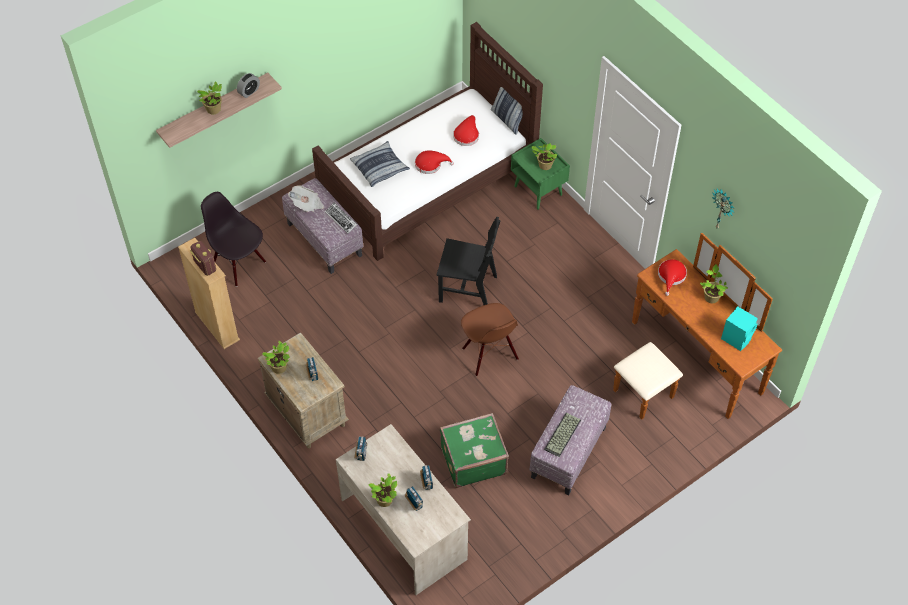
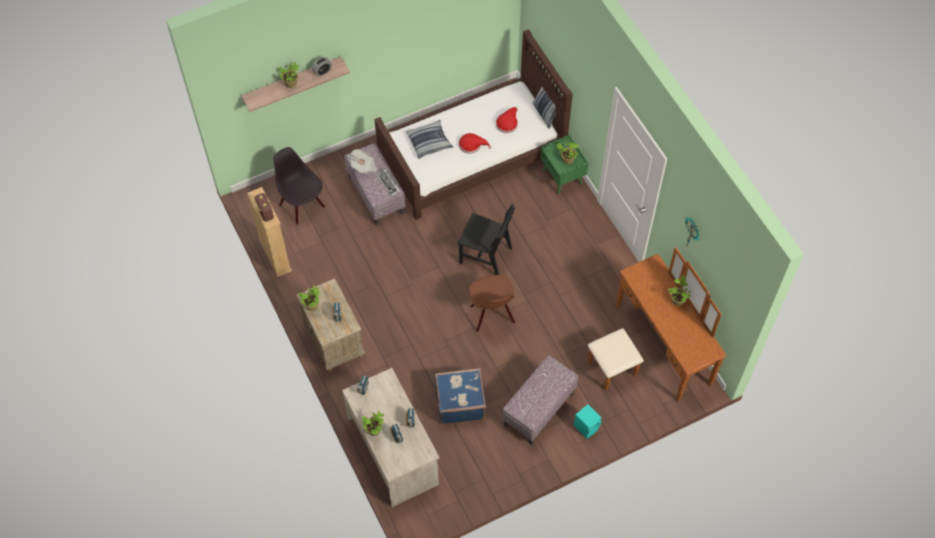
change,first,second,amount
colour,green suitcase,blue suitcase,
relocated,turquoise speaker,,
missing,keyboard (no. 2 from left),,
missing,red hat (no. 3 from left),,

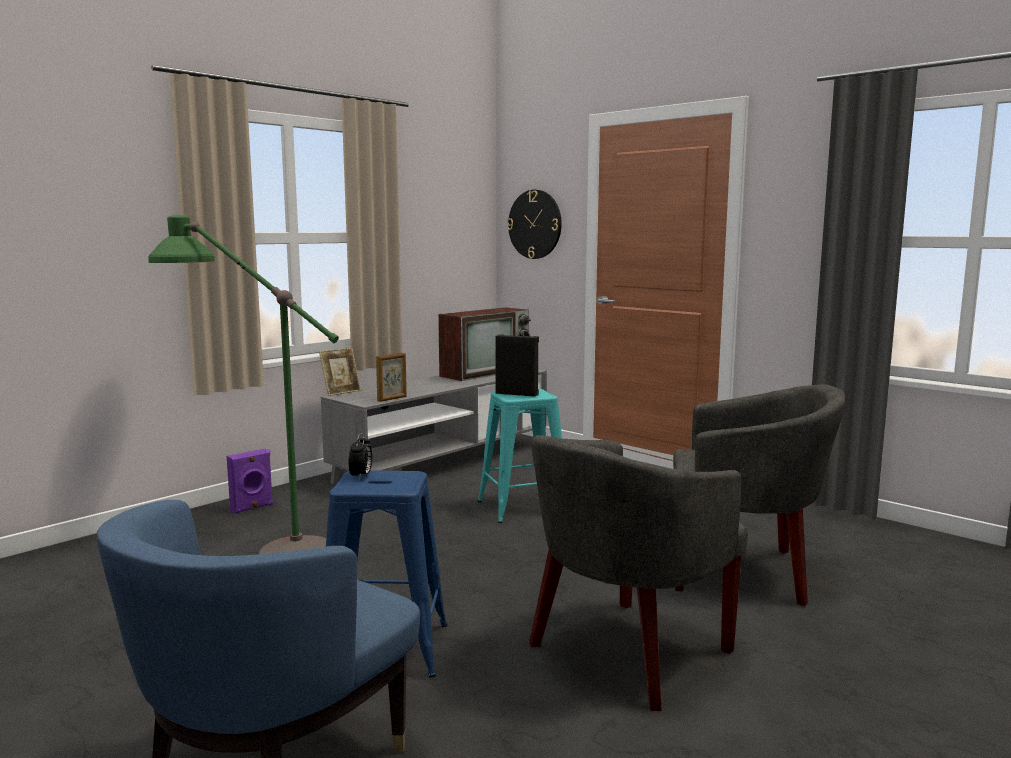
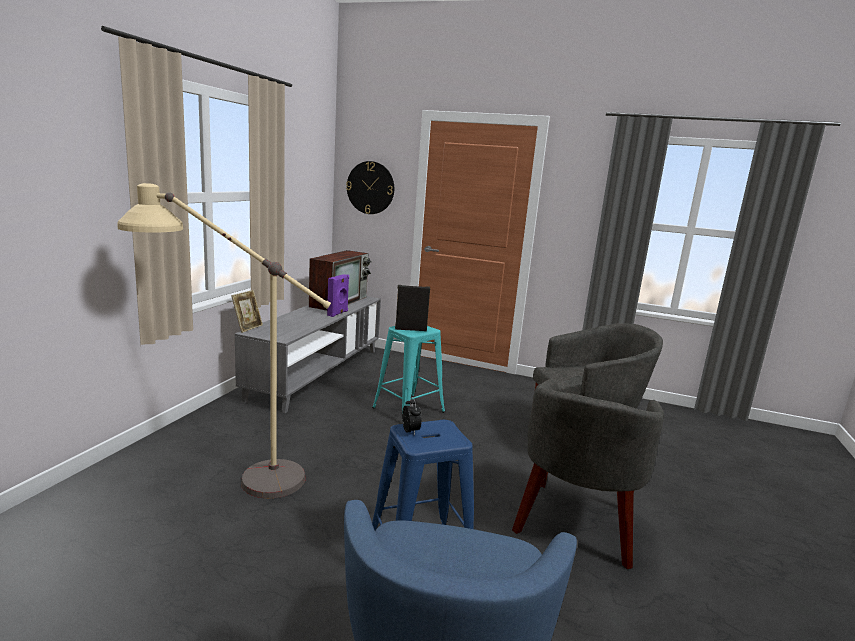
change,first,second,amount
colour,green floor lamp,beige floor lamp,
relocated,purple speaker,,
missing,picture frame (no. 2 from left),,

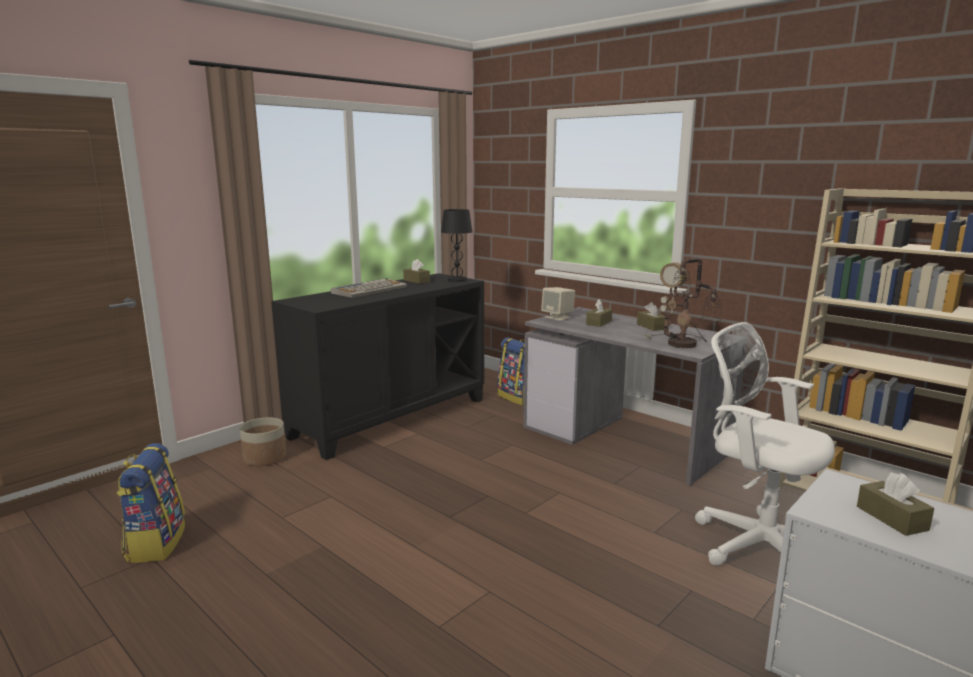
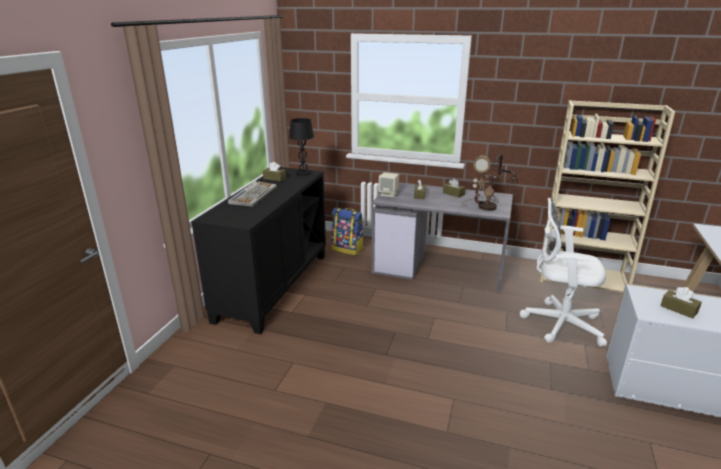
change,first,second,amount
missing,backpack (no. 1 from left),,
missing,planter,,

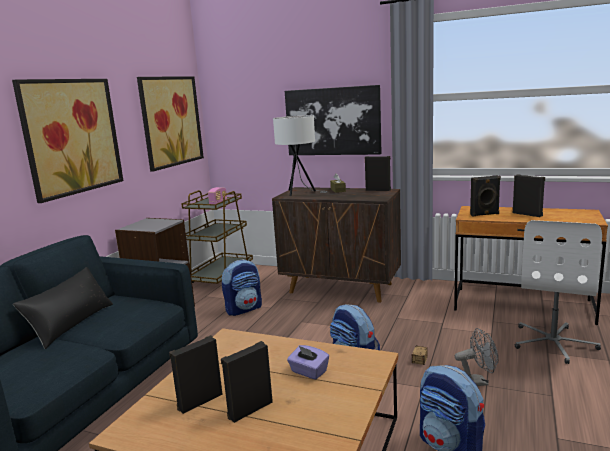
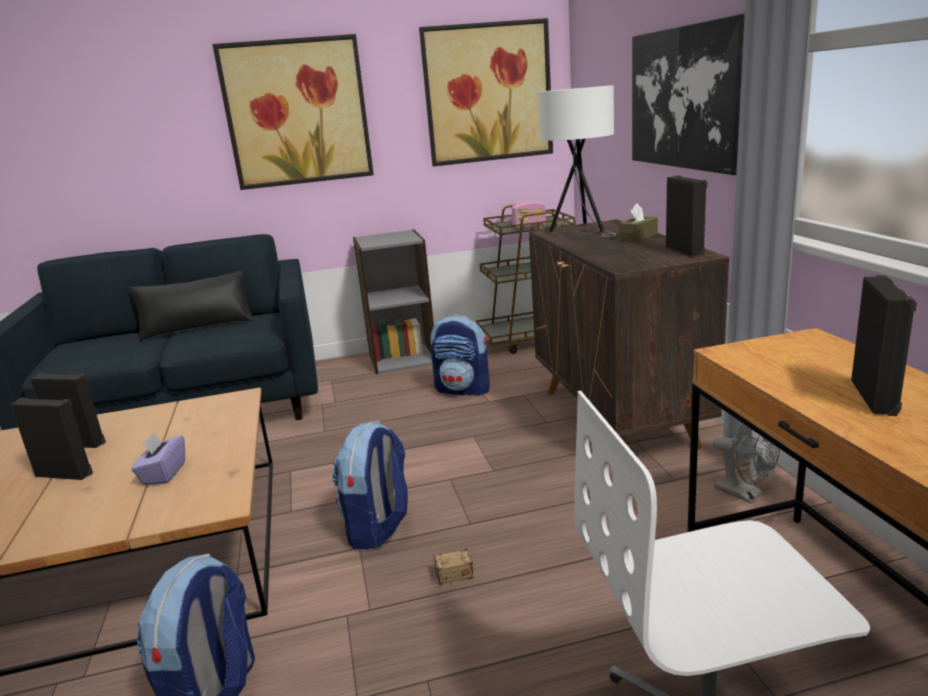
change,first,second,amount
relocated,grey fan,,
missing,black speaker (no. 4 from left),,

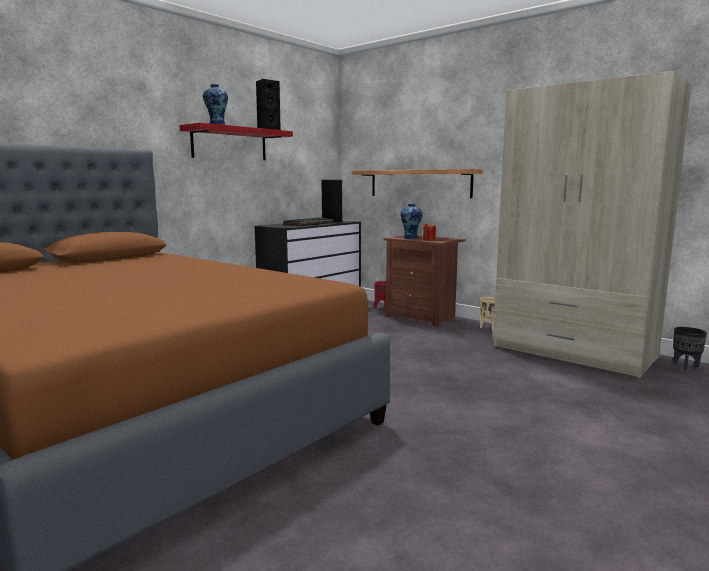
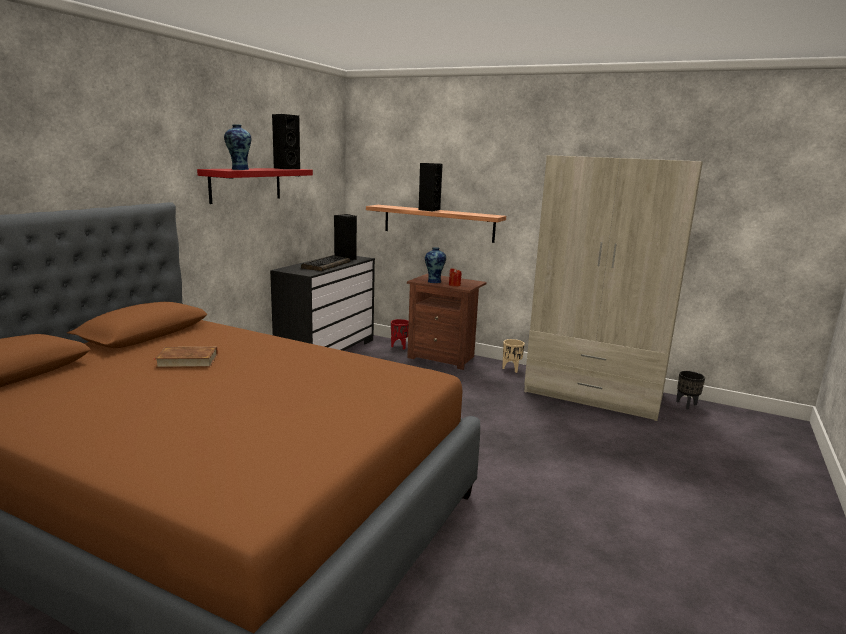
change,first,second,amount
appeared,,brown book,
appeared,,black speaker (no. 3 from left),

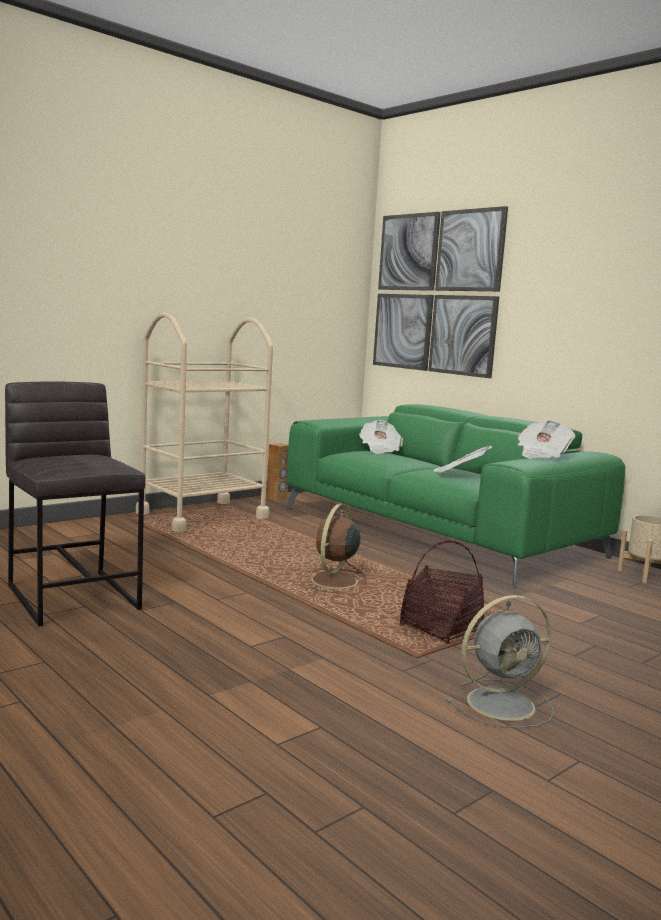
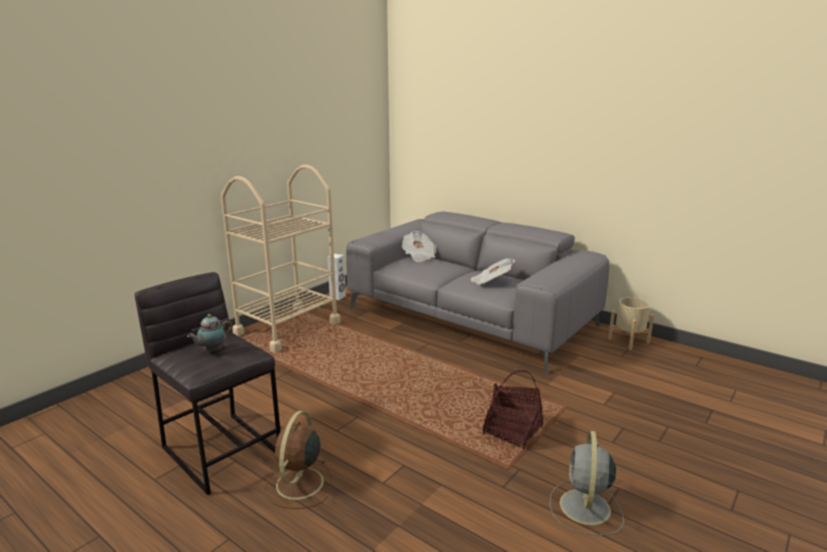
change,first,second,amount
appeared,,teapot,
relocated,brown fan,,
colour,brown speaker,white speaker,
colour,green sofa,grey sofa,
spun,grey fan,,135 degrees clockwise
missing,picture,,
missing,newspaper (no. 3 from left),,

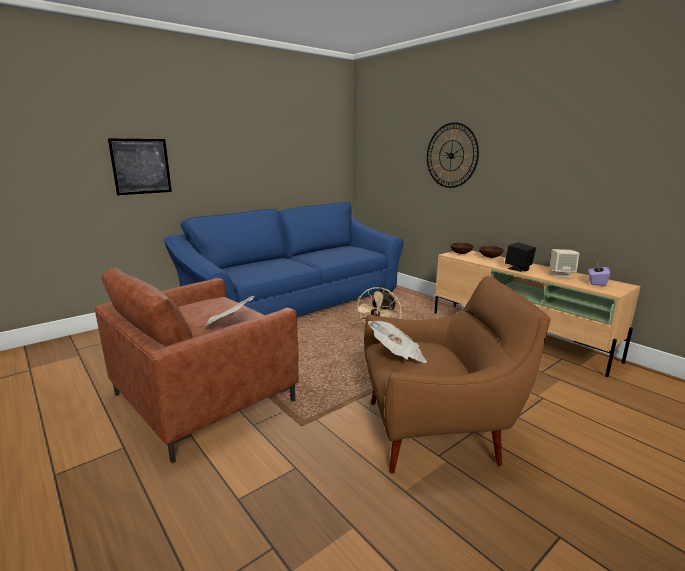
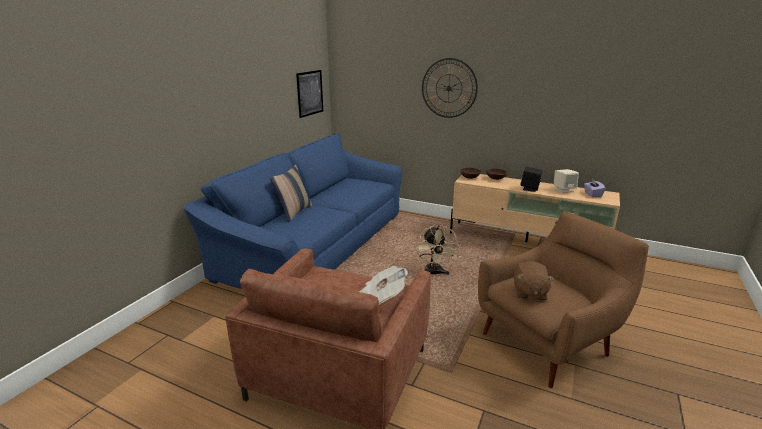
change,first,second,amount
appeared,,pillow,
relocated,picture,,
exchanged,newspaper (no. 2 from left),brown plush toy,

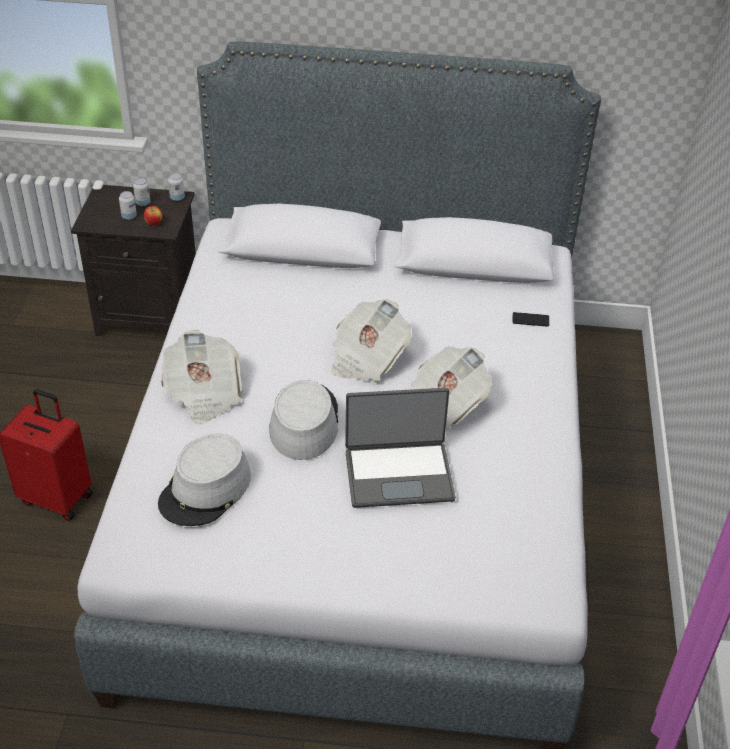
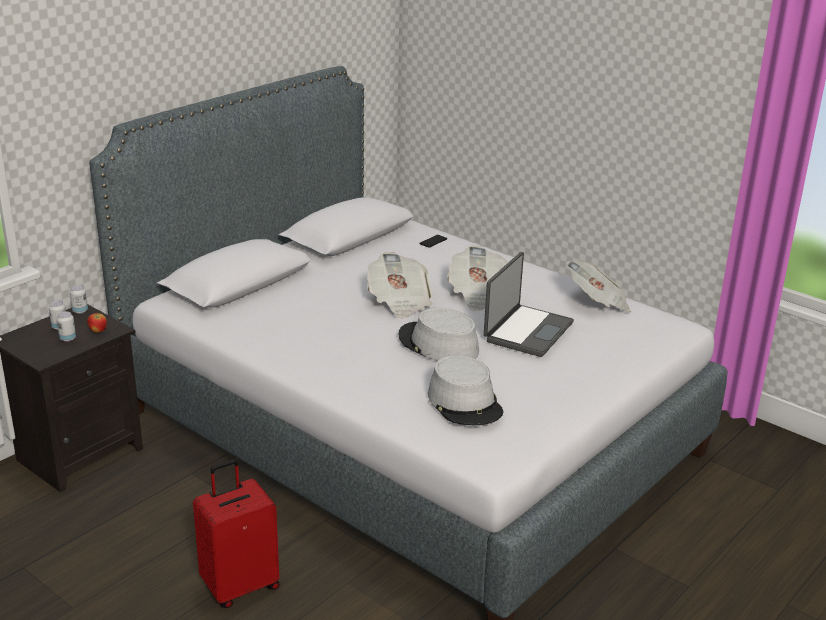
change,first,second,amount
relocated,newspaper (no. 1 from left in the first image),newspaper (no. 3 from left),

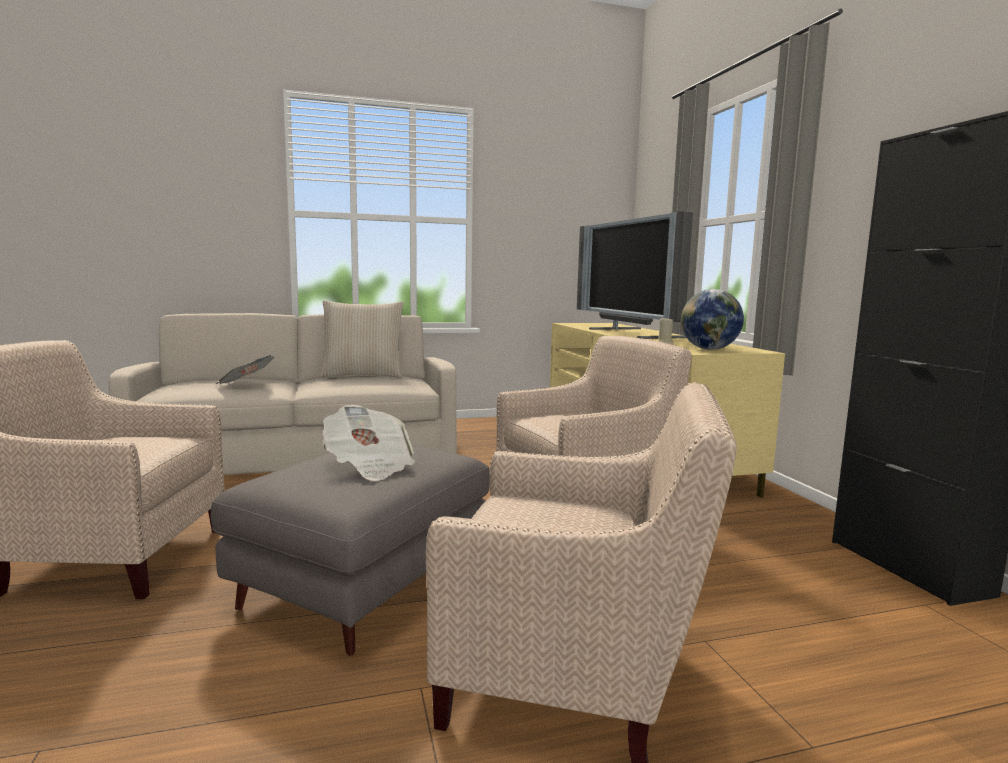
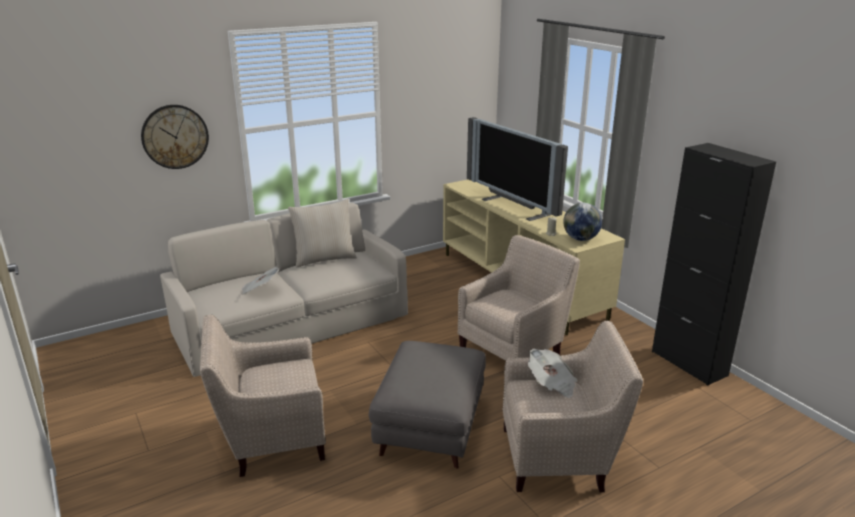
change,first,second,amount
appeared,,wall clock,
relocated,newspaper (no. 2 from left),,

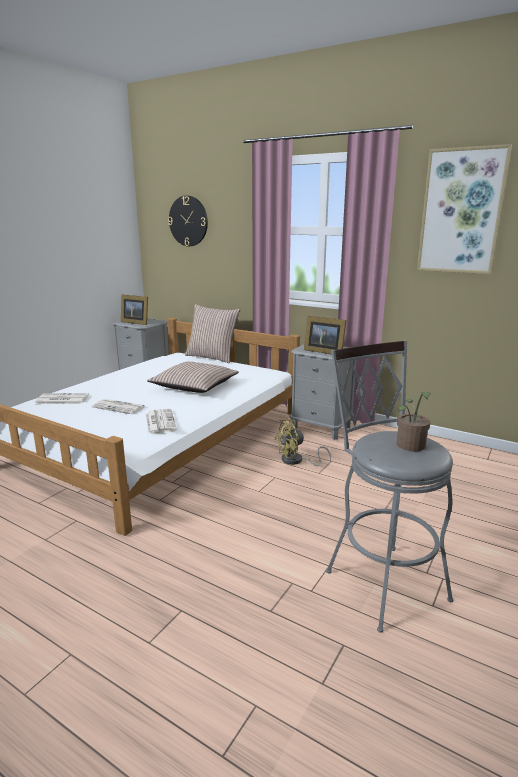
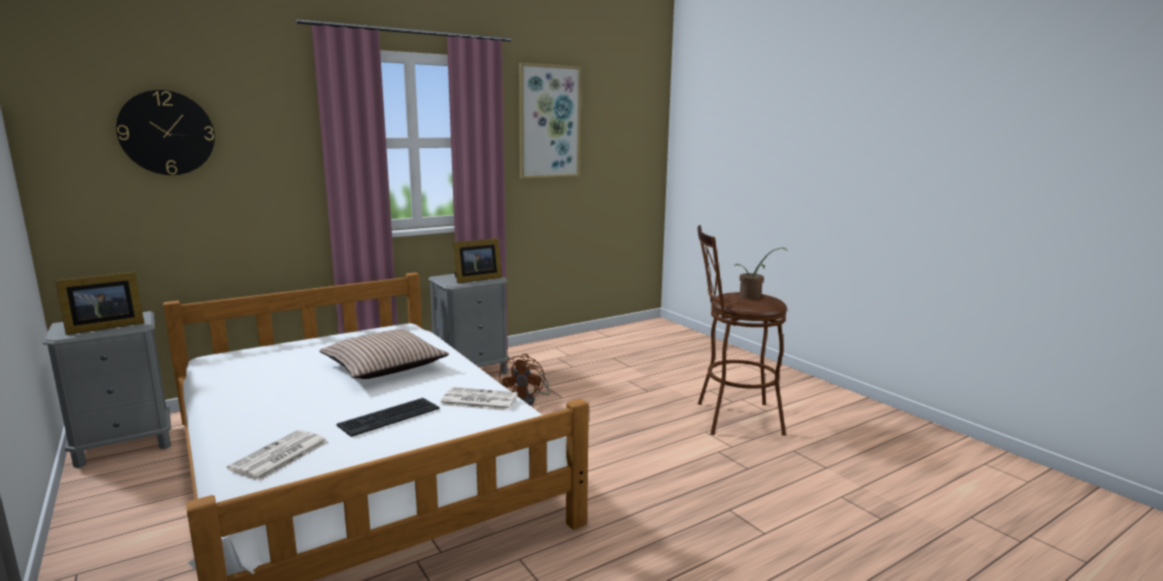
change,first,second,amount
exchanged,newspaper (no. 2 from left),keyboard,
colour,yellow fan,brown fan,
colour,grey stool,brown stool,
missing,pillow (no. 2 from left),,

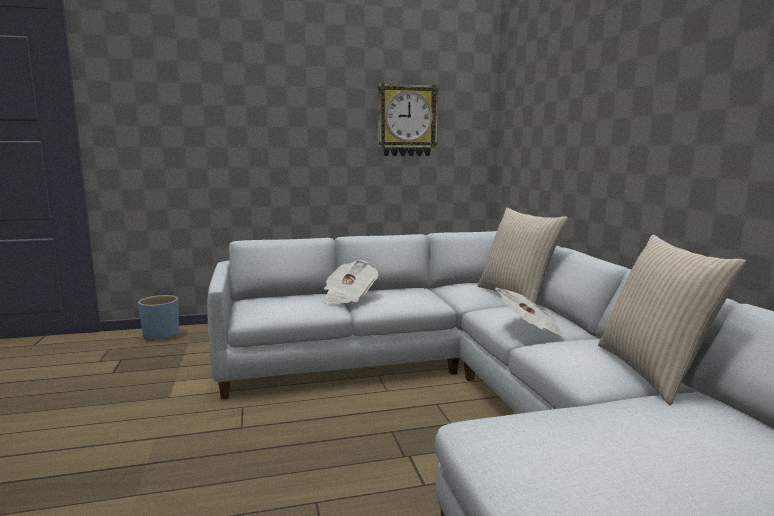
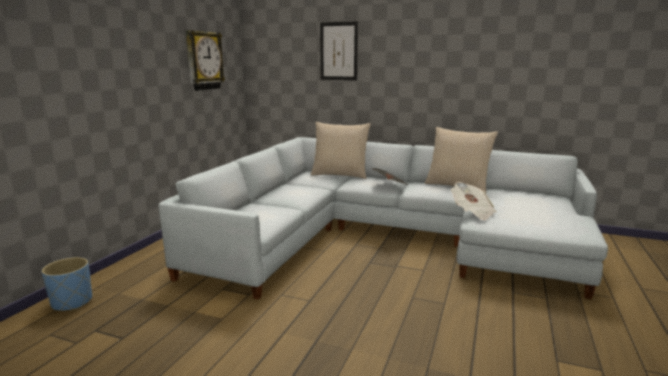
change,first,second,amount
appeared,,picture,
relocated,newspaper (no. 1 from left in the first image),newspaper (no. 2 from left),

